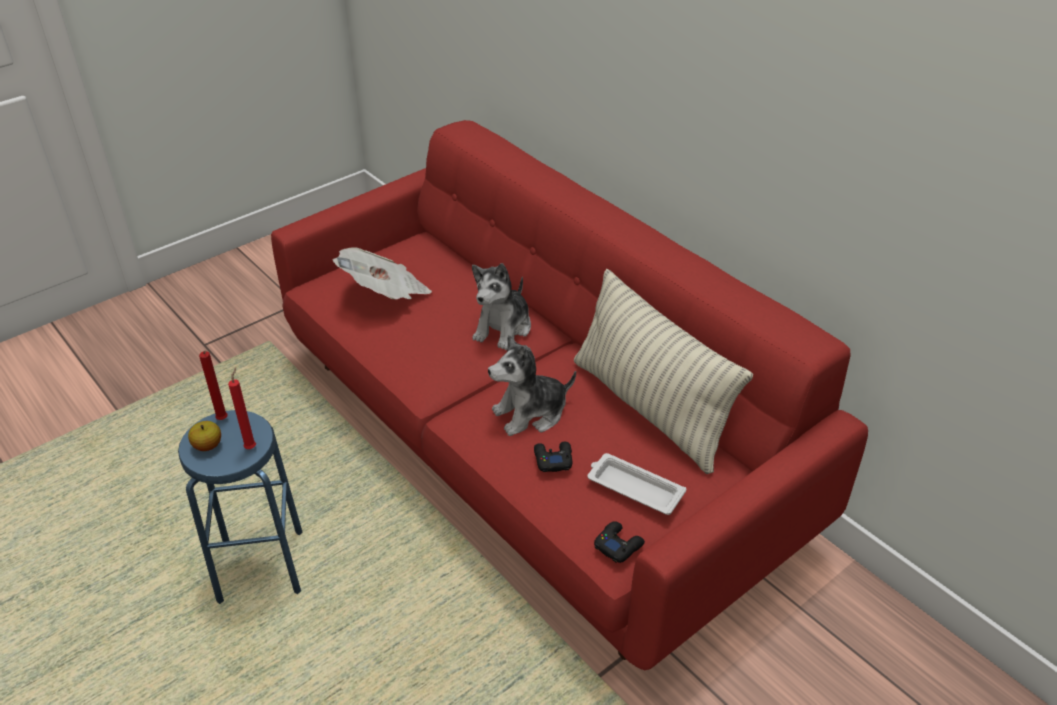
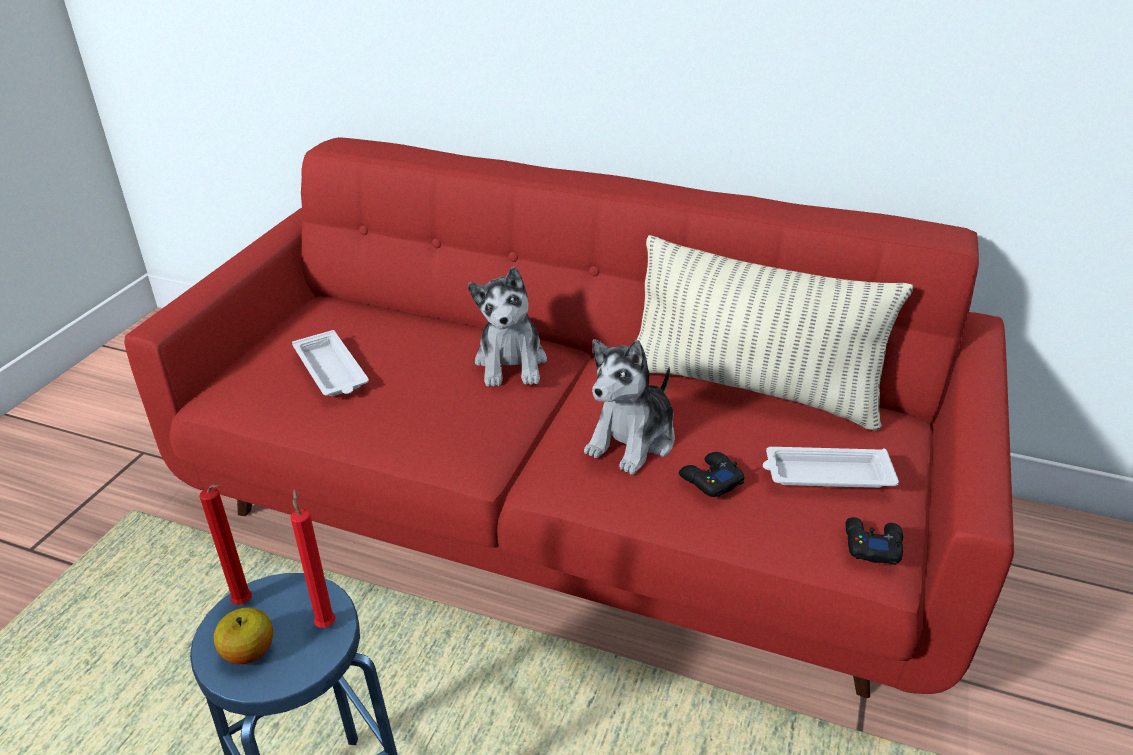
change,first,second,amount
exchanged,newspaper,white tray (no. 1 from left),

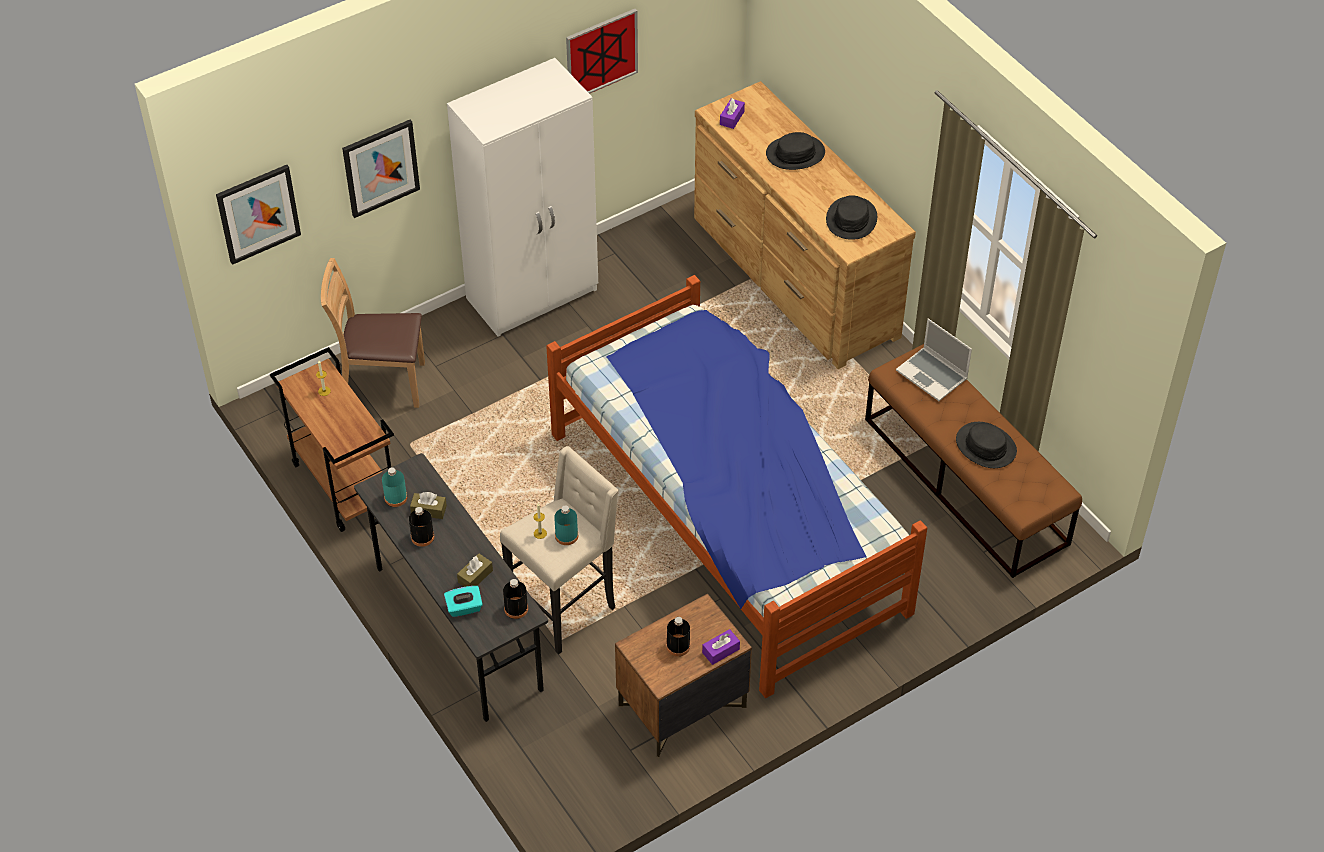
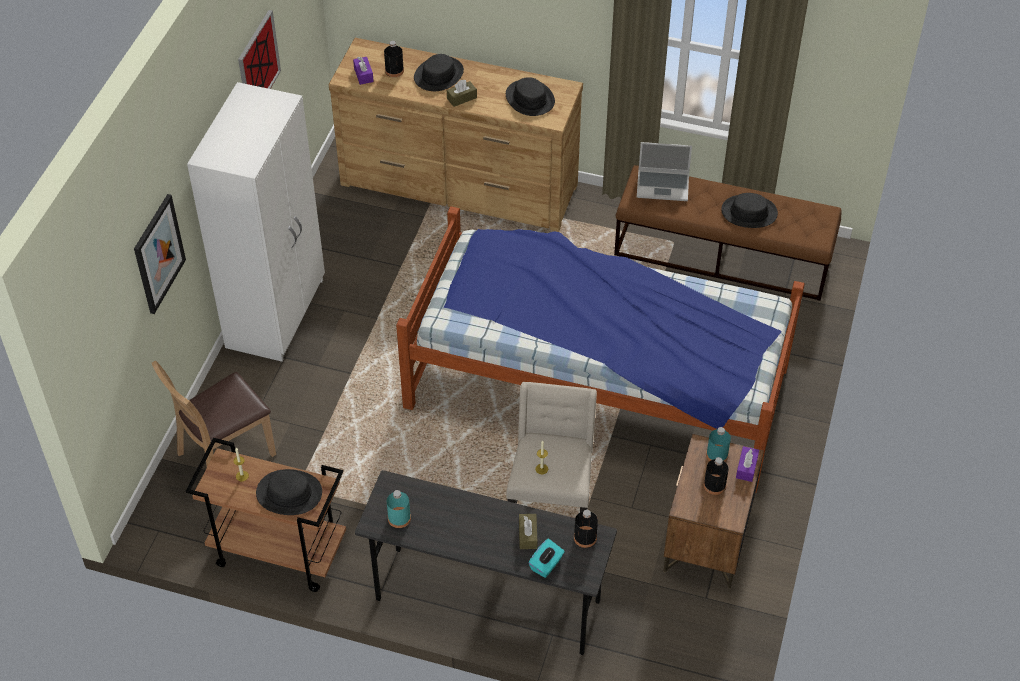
change,first,second,amount
appeared,,black hat (no. 1 from left),
relocated,black bottle (no. 1 from left),,
relocated,brown tissue box (no. 1 from left),,
relocated,turquoise bottle (no. 2 from left),,
missing,picture (no. 1 from left),,

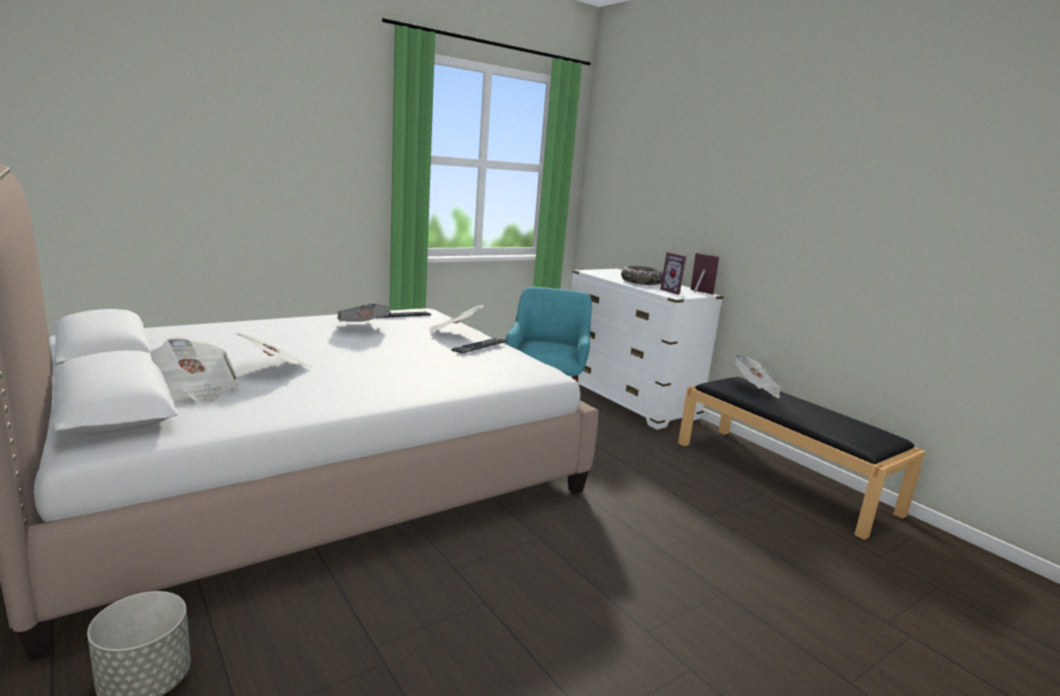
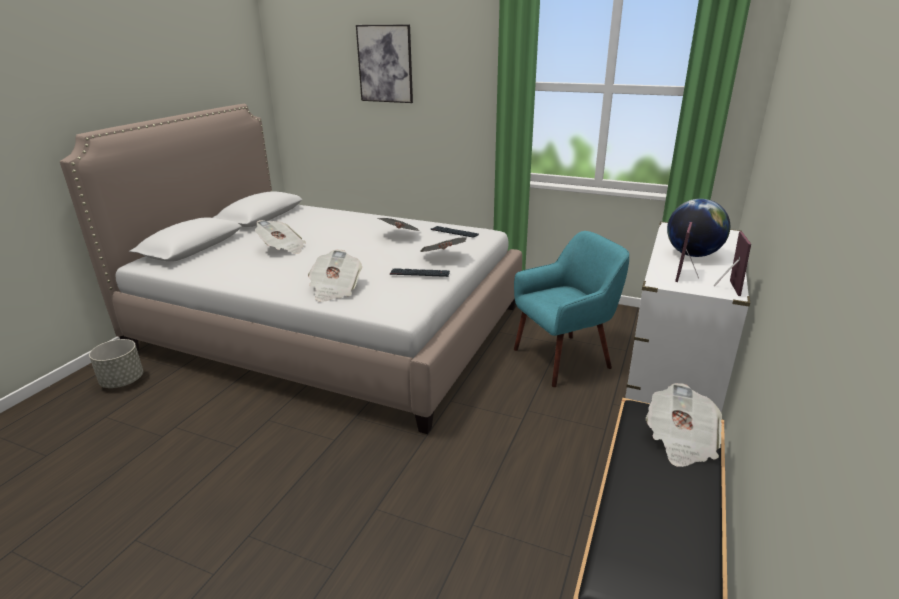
change,first,second,amount
relocated,newspaper (no. 1 from left in the first image),newspaper (no. 2 from left),
appeared,,picture,
exchanged,bowl,globe,

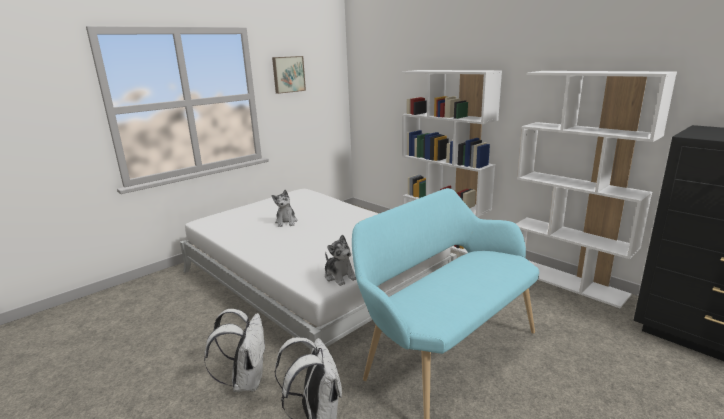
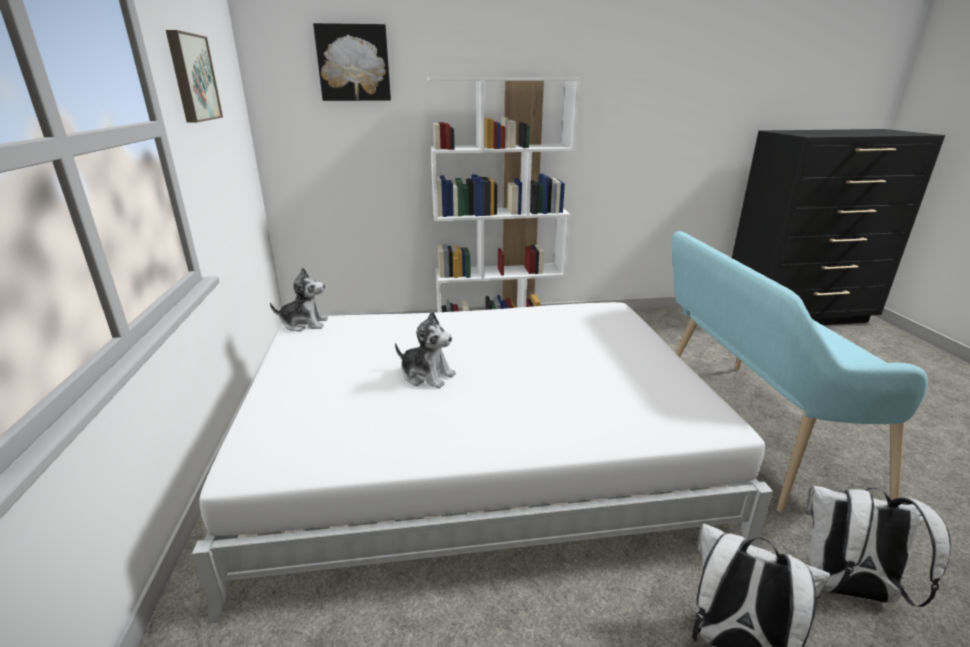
change,first,second,amount
relocated,plush toy (no. 2 from left in the first image),plush toy (no. 1 from left),
appeared,,picture (no. 2 from left),
missing,white bookcase (no. 2 from left),,

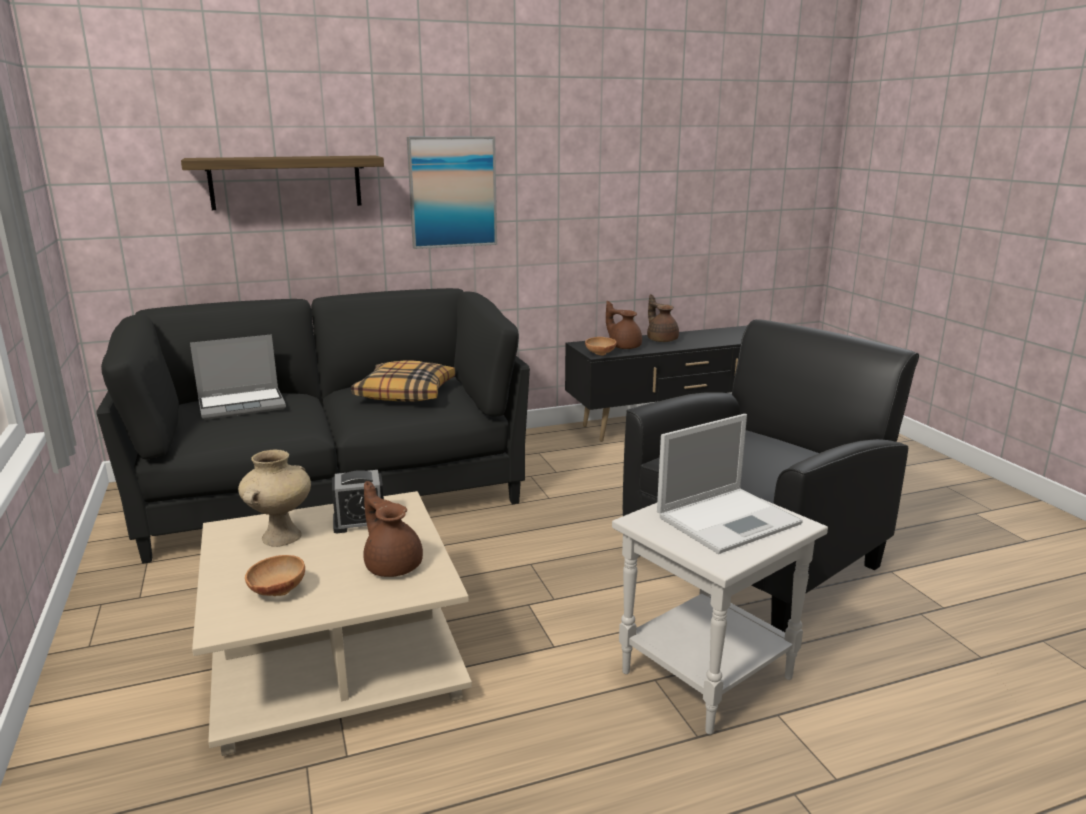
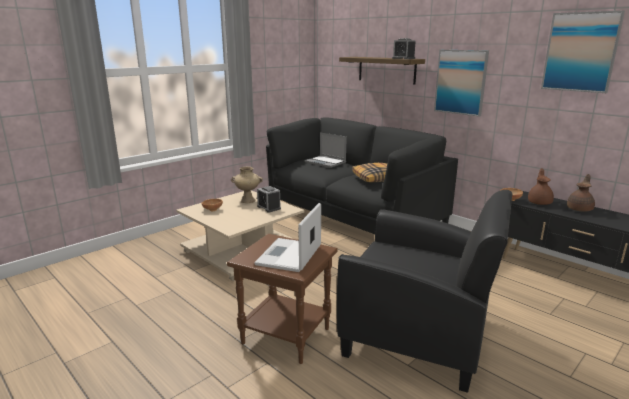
change,first,second,amount
colour,white side table,brown side table,
spun,laptop (no. 2 from left in the first image),laptop (no. 1 from left),75 degrees clockwise
appeared,,alarm clock (no. 2 from left),
appeared,,picture (no. 2 from left),
missing,brown teapot (no. 1 from left),,

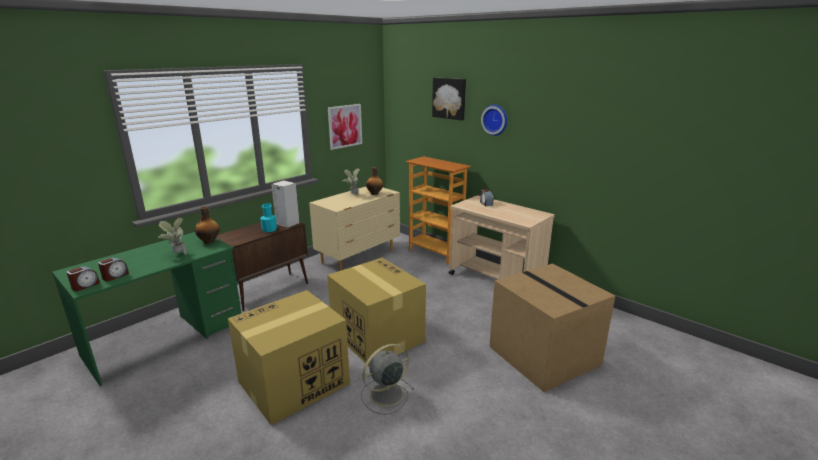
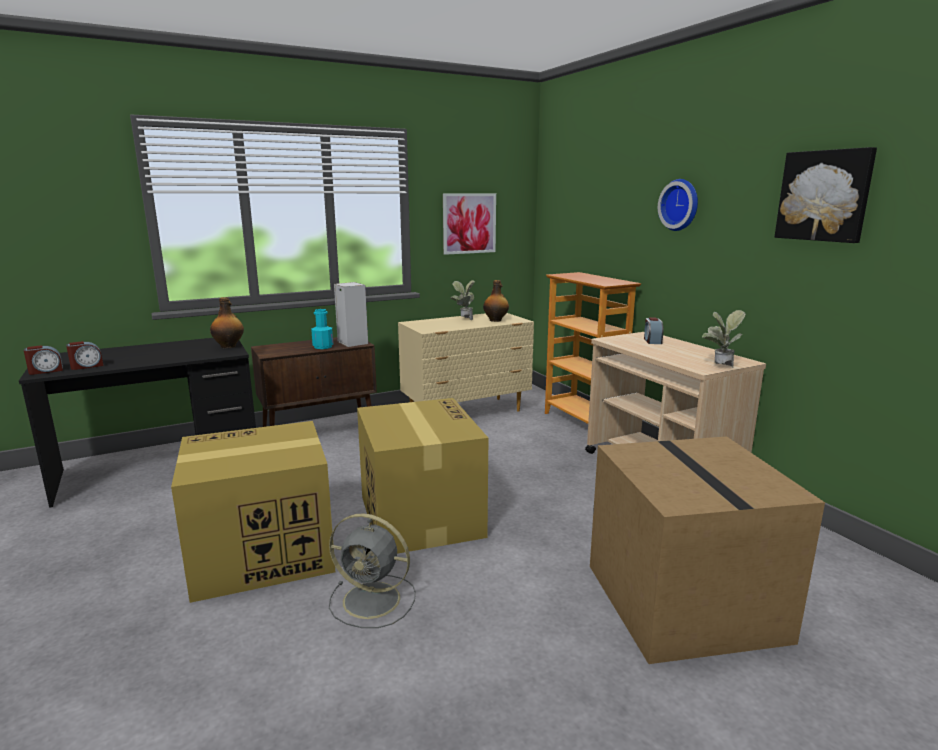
change,first,second,amount
colour,green desk,black desk,
spun,grey fan,,150 degrees counterclockwise
relocated,potted plant (no. 1 from left in the first image),potted plant (no. 2 from left),
relocated,picture (no. 2 from left),,

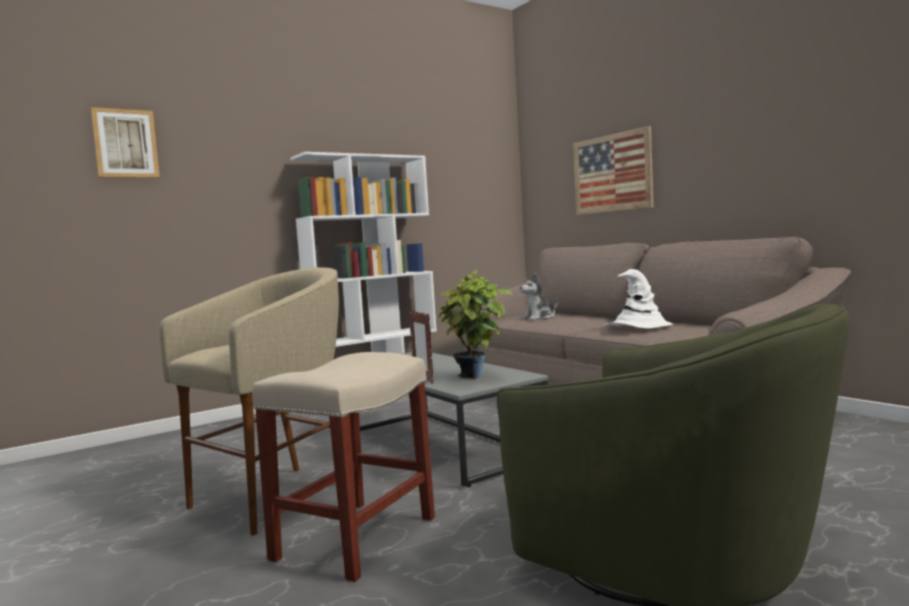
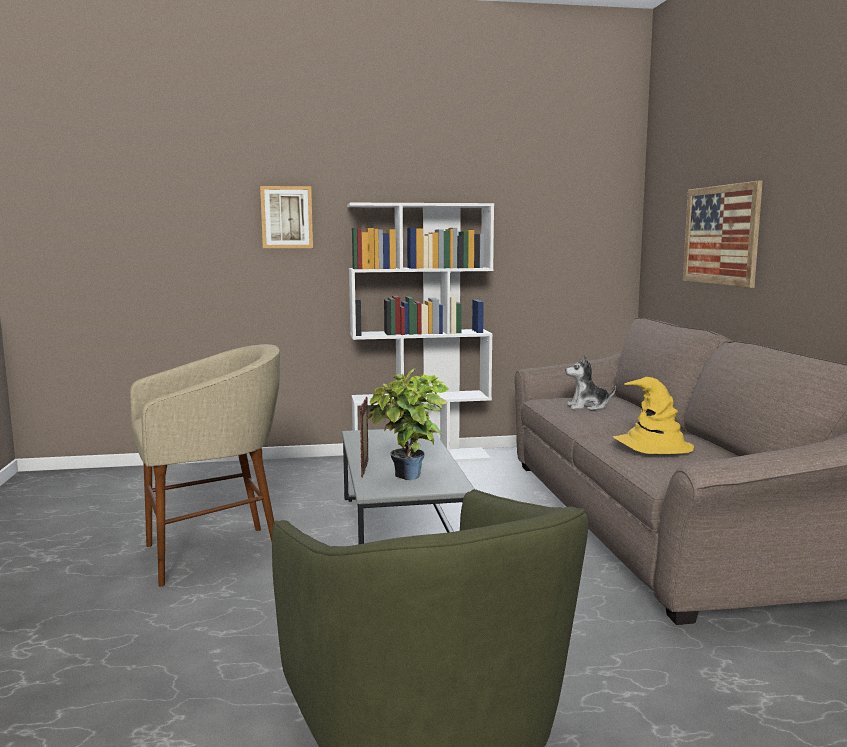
change,first,second,amount
relocated,picture (no. 1 from left),,
colour,white hat,yellow hat,
missing,beige stool (no. 2 from left),,

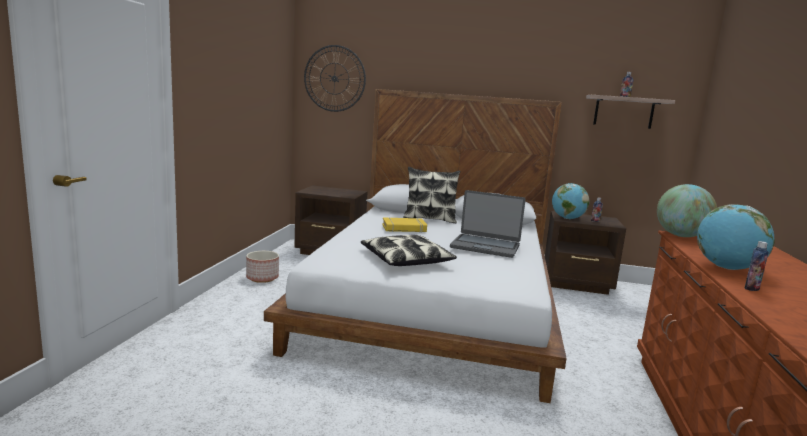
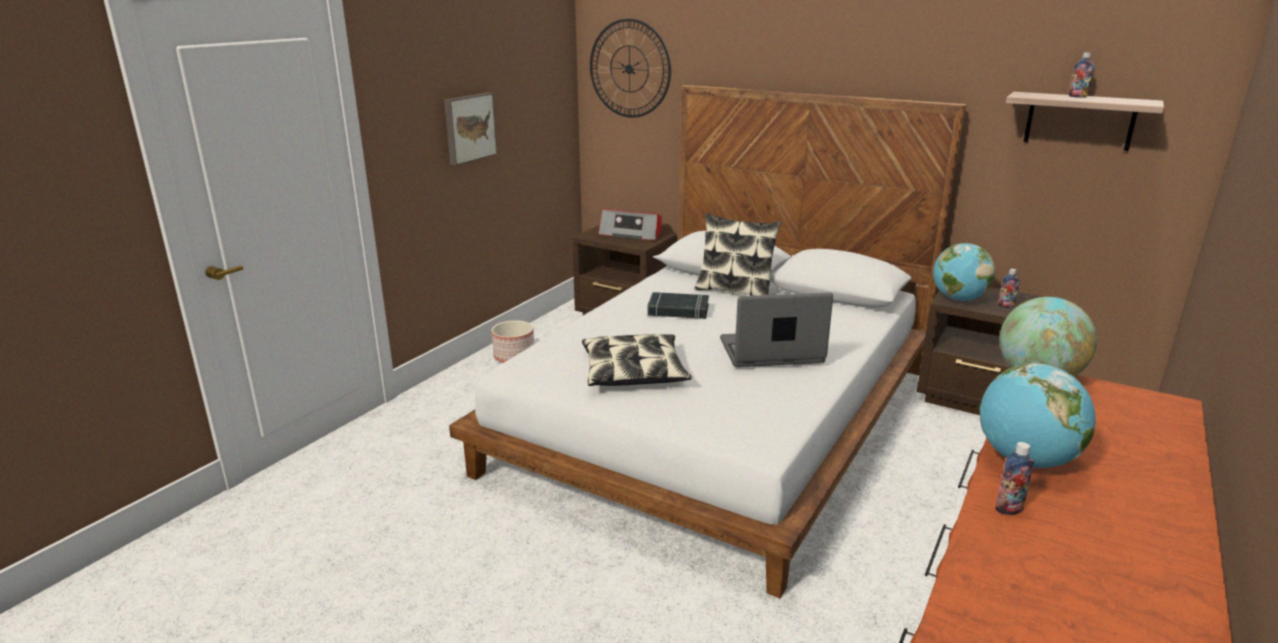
change,first,second,amount
appeared,,picture,
appeared,,radio,
colour,yellow book,black book,
spun,laptop,,135 degrees clockwise

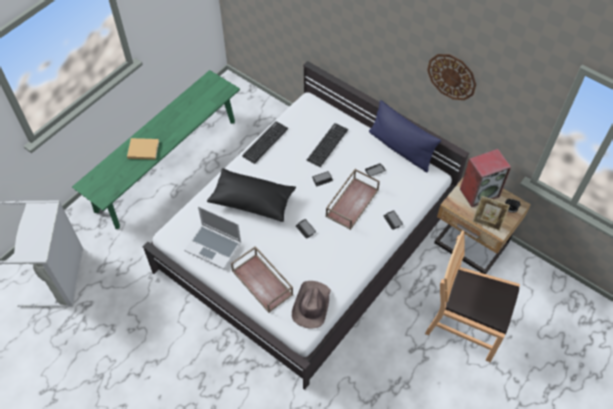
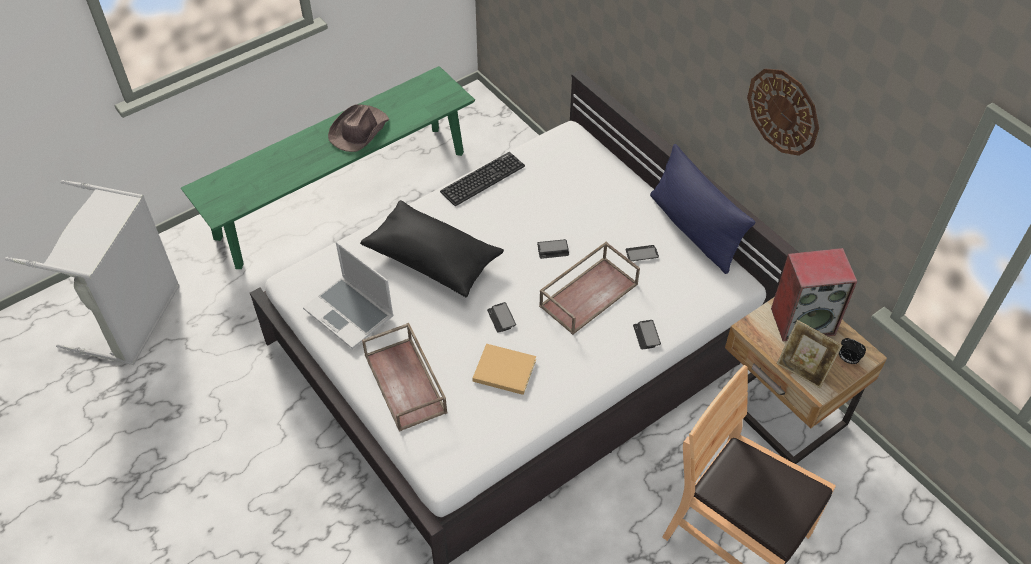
change,first,second,amount
relocated,brown hat,,
relocated,beige book,,
missing,keyboard (no. 2 from left),,

